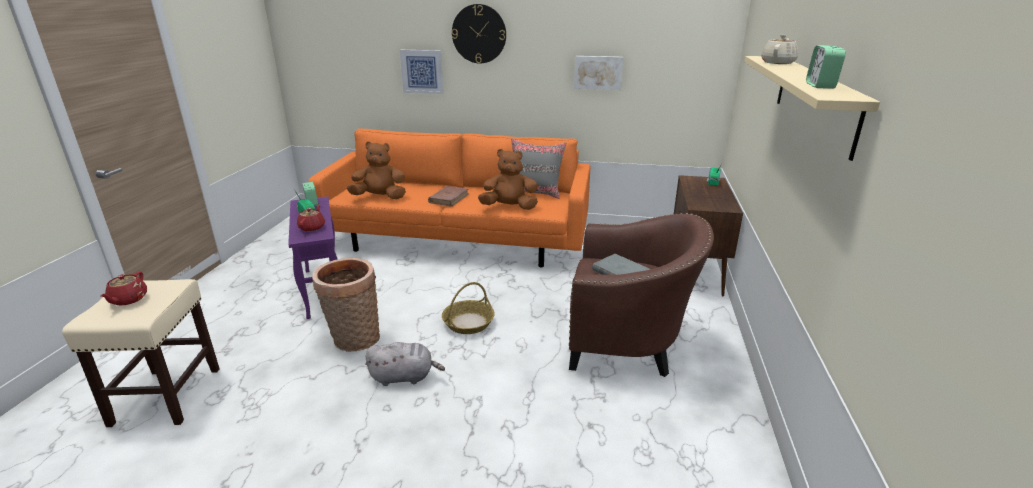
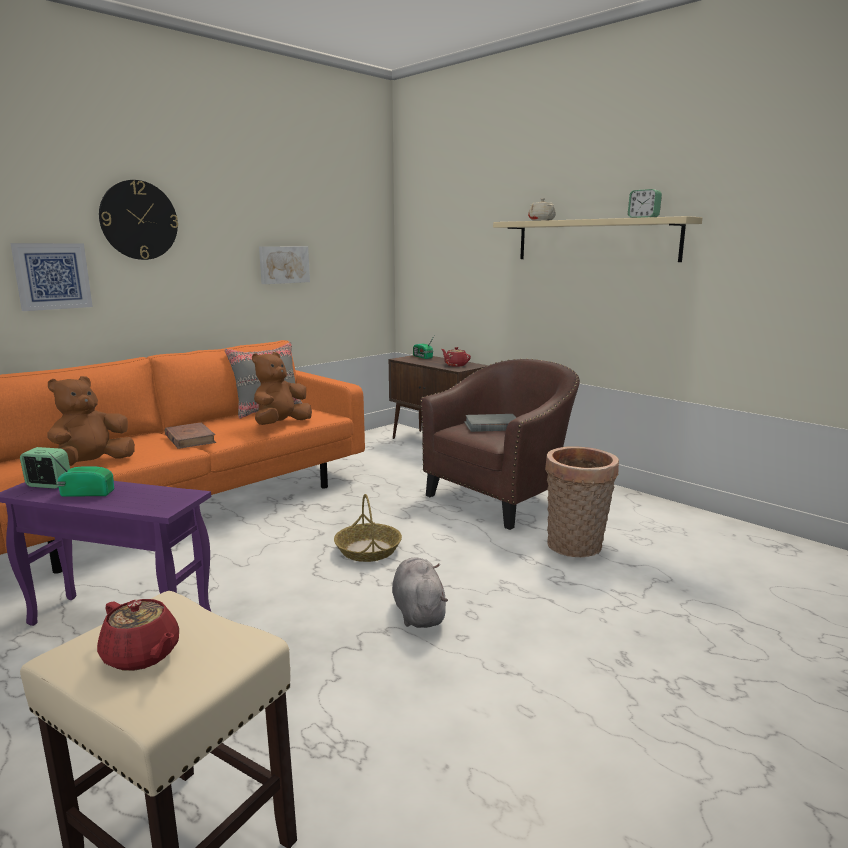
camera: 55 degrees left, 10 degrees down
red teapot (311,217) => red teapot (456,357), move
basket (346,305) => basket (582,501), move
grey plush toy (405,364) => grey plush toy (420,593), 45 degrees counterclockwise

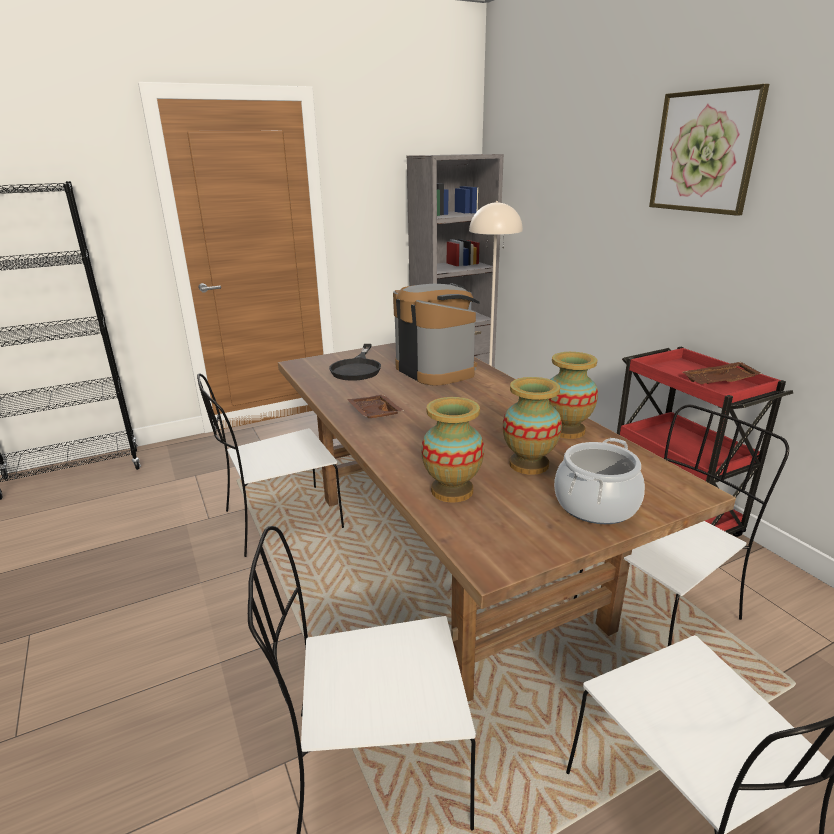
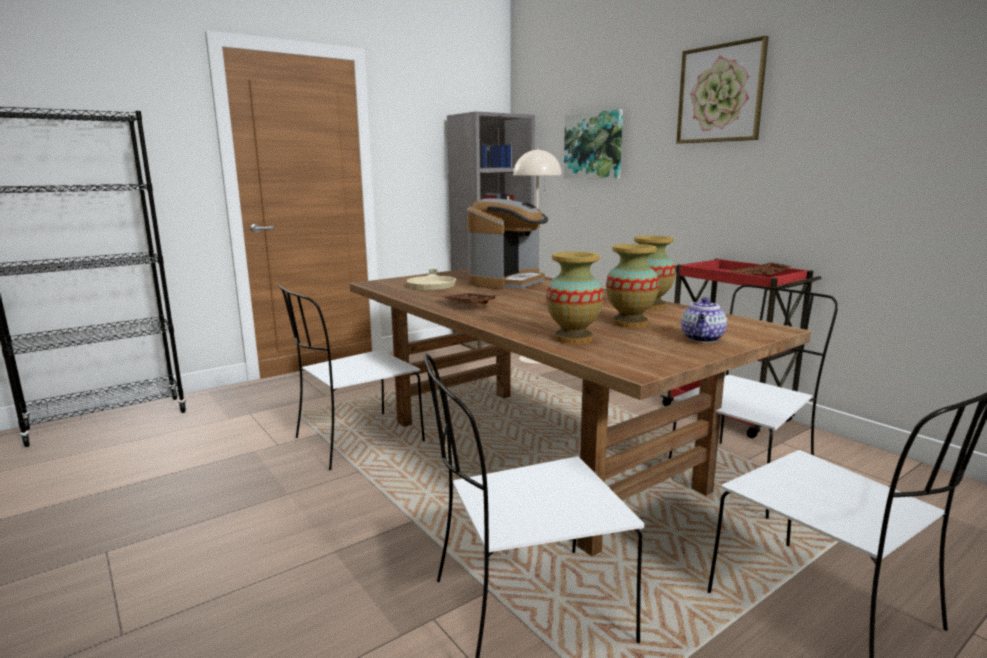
camera: 10 degrees left, 10 degrees down
coffee machine (436,334) => coffee machine (507,243), 75 degrees clockwise
black frying pan (355,362) => beige frying pan (431,279)
cooking pot (599,481) => teapot (704,319)
nothing => picture (593,144)

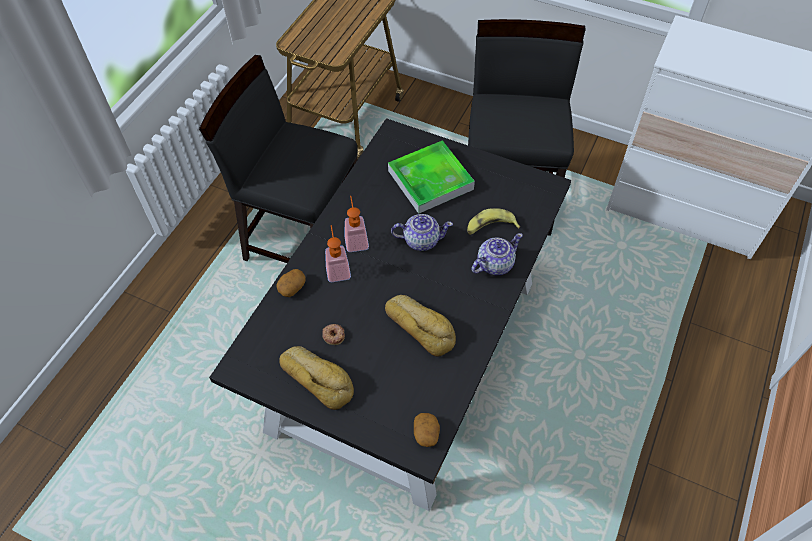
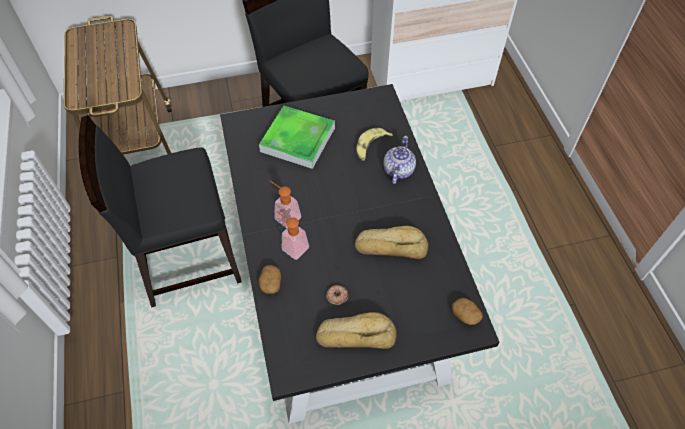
camera: 40 degrees left, 0 degrees up
teapot (422,232) => nothing

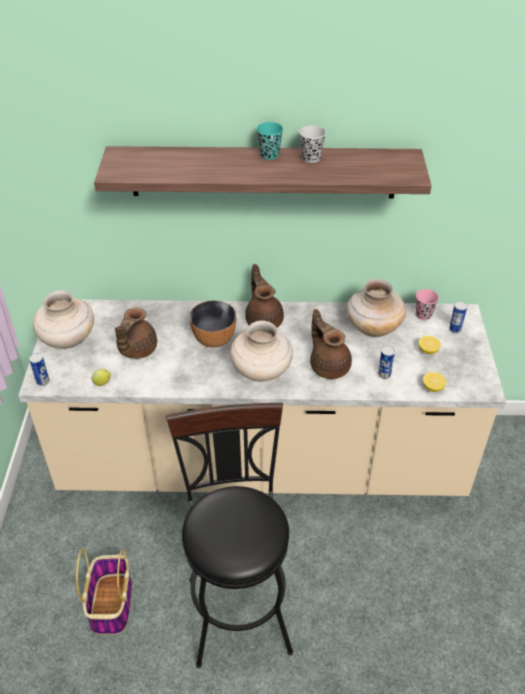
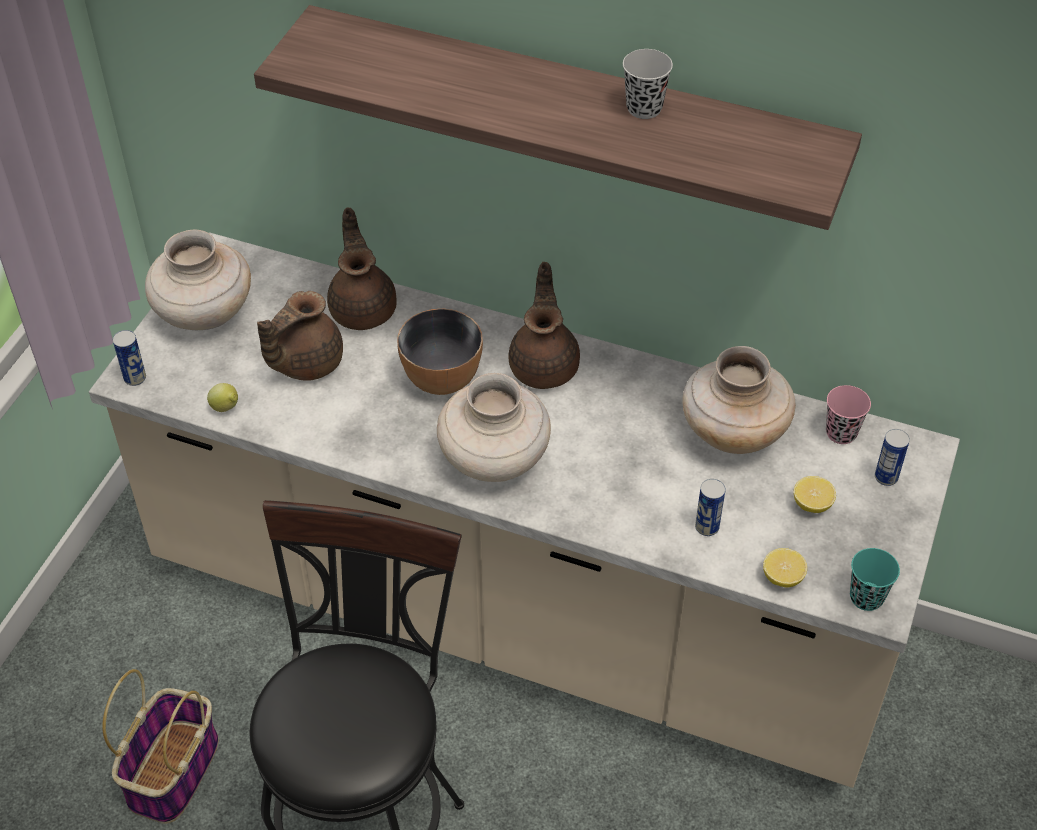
camera: 20 degrees right, 5 degrees up
turquoise cup (270,141) => turquoise cup (875,579), move
brown teapot (331,344) => brown teapot (362,269), move

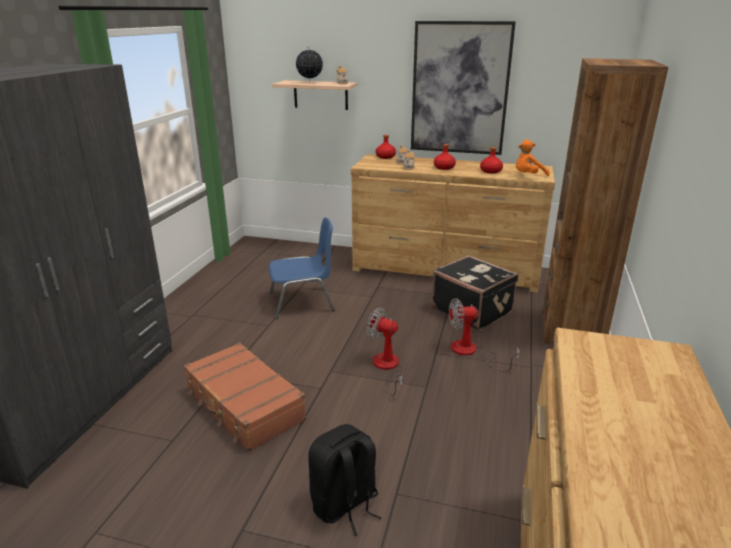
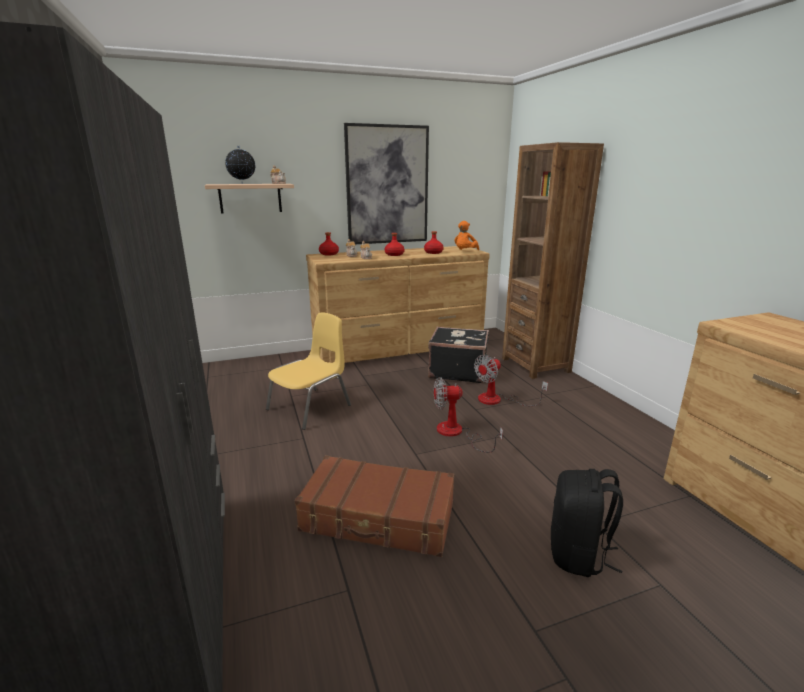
camera: 35 degrees left, 5 degrees down
blue chair (302,268) => yellow chair (308,371)

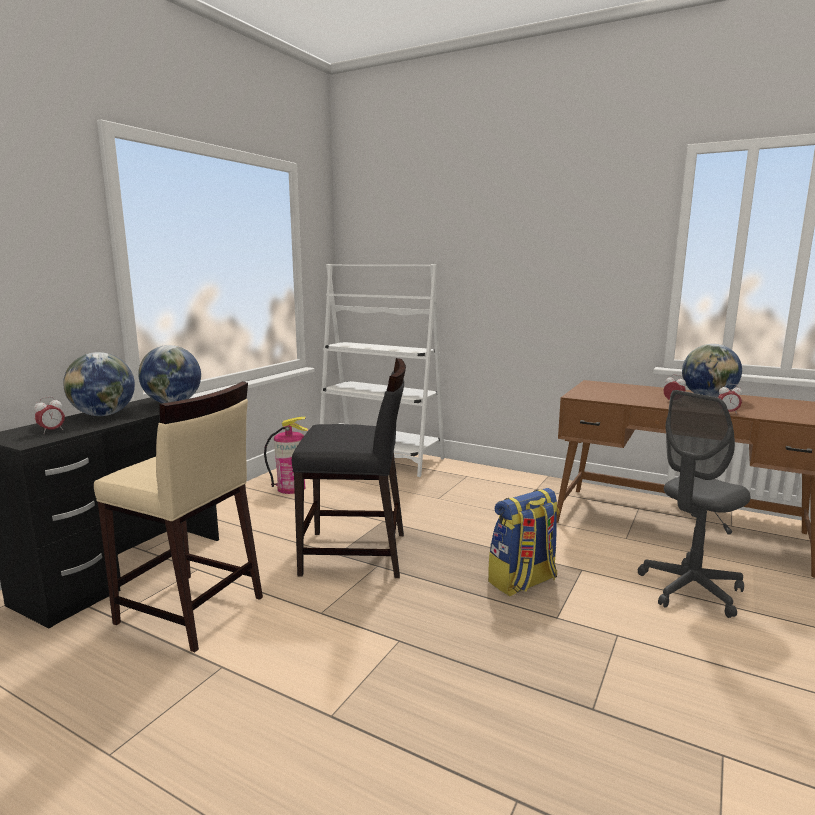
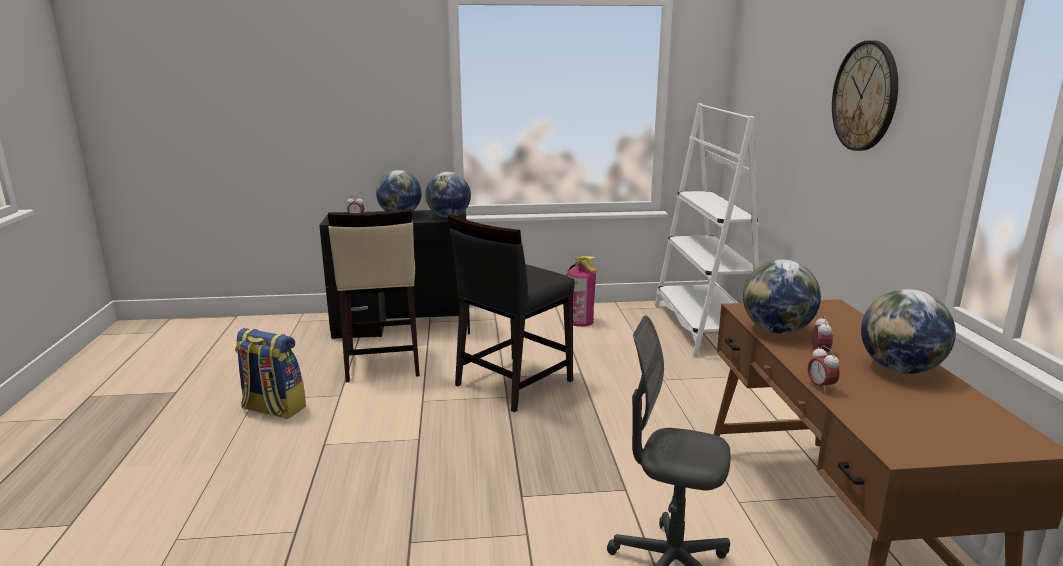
camera: 55 degrees right, 5 degrees up
black chair (349,468) => black chair (511,313), 75 degrees clockwise
backpack (523,542) => backpack (270,373), move
nothing => wall clock (865,95)
nothing => globe (782,296)

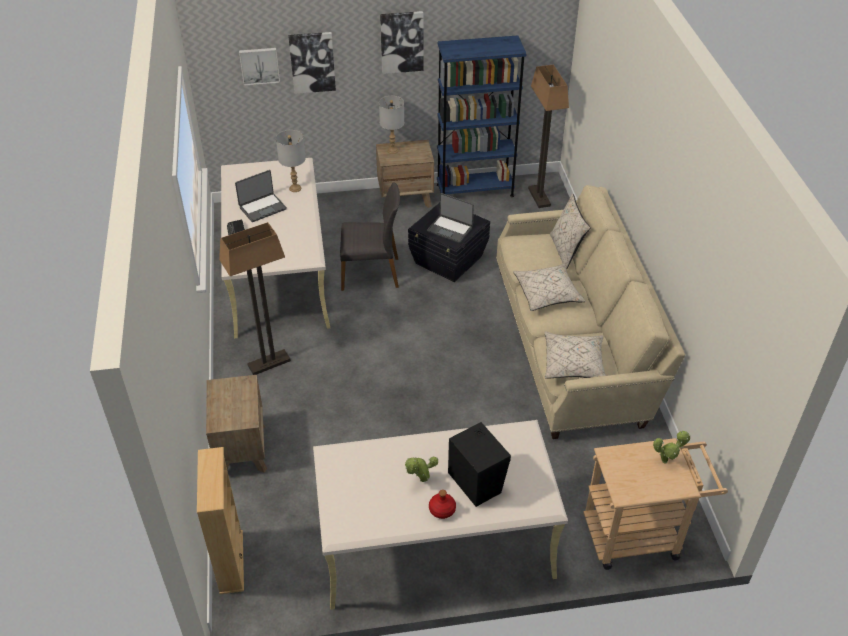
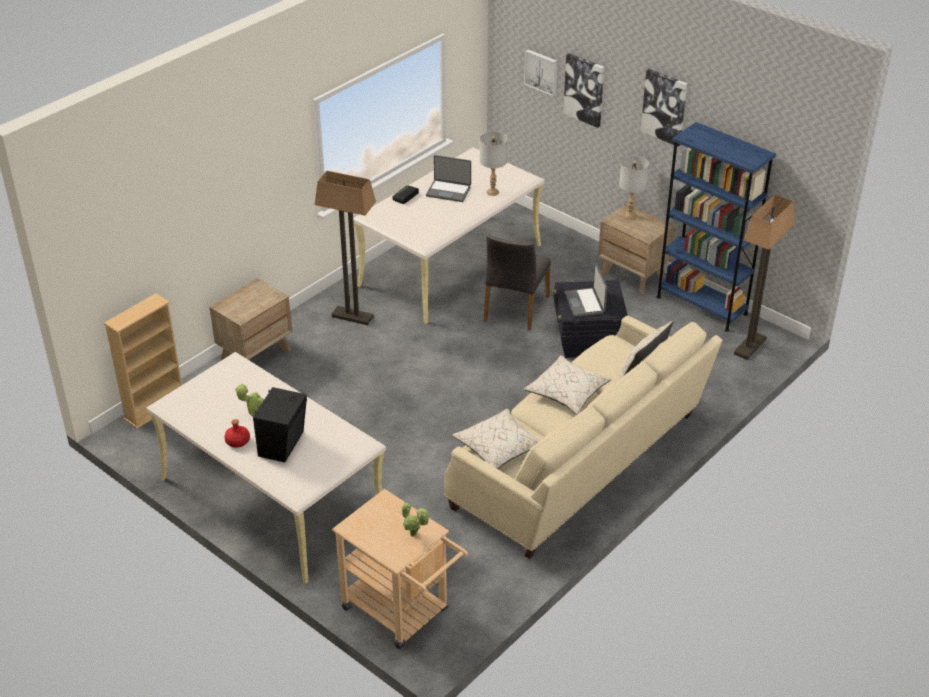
camera: 50 degrees right, 5 degrees down
grey chair (370,236) => grey chair (517,282), 60 degrees clockwise

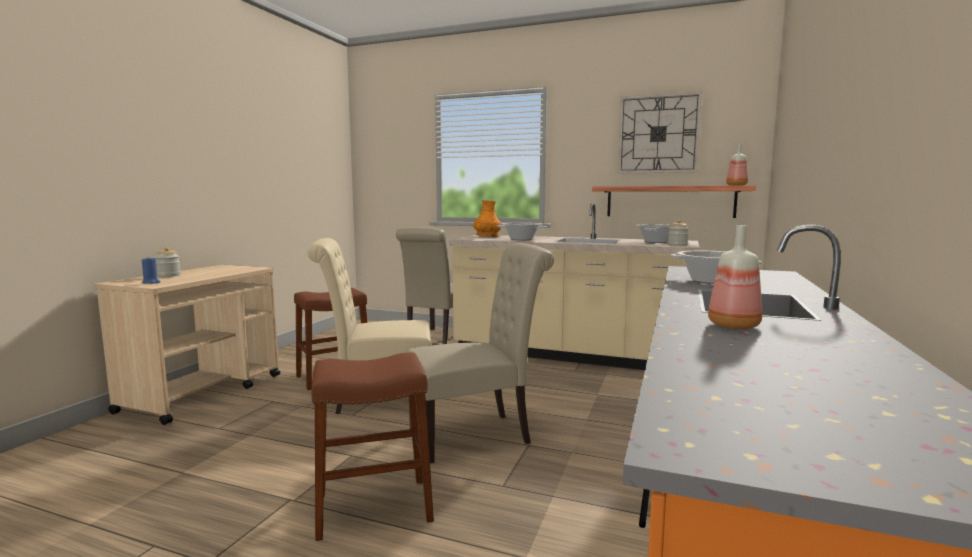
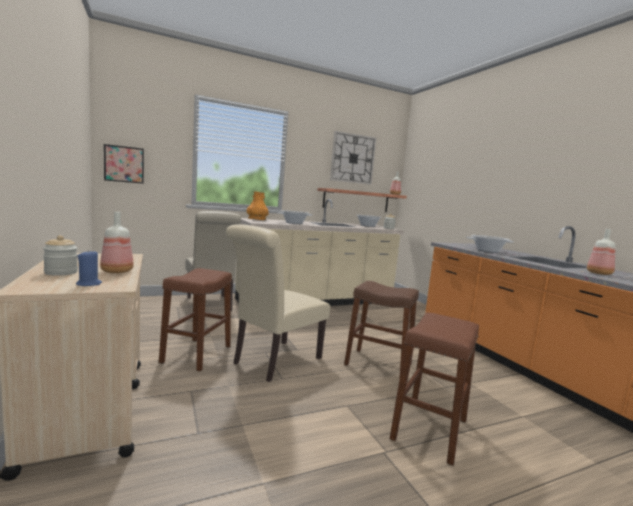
camera: 45 degrees left, 0 degrees up
beige chair (479,353) => brown stool (381,330)
nothing => picture (124,164)
nothing => bottle (117,242)

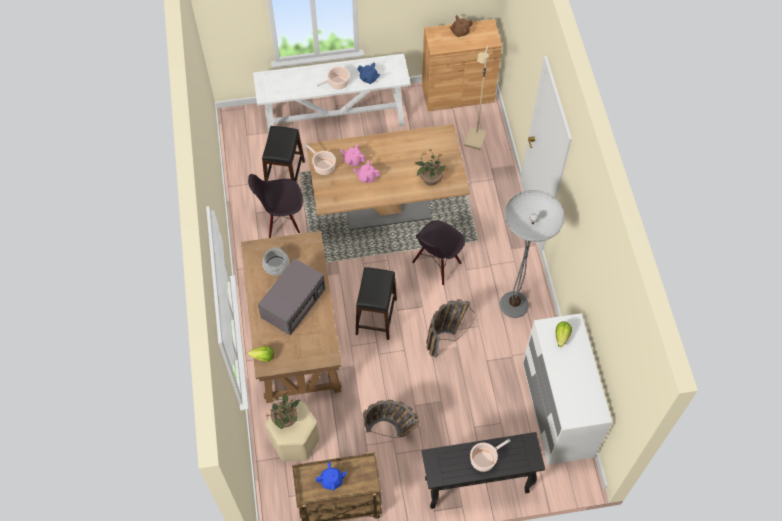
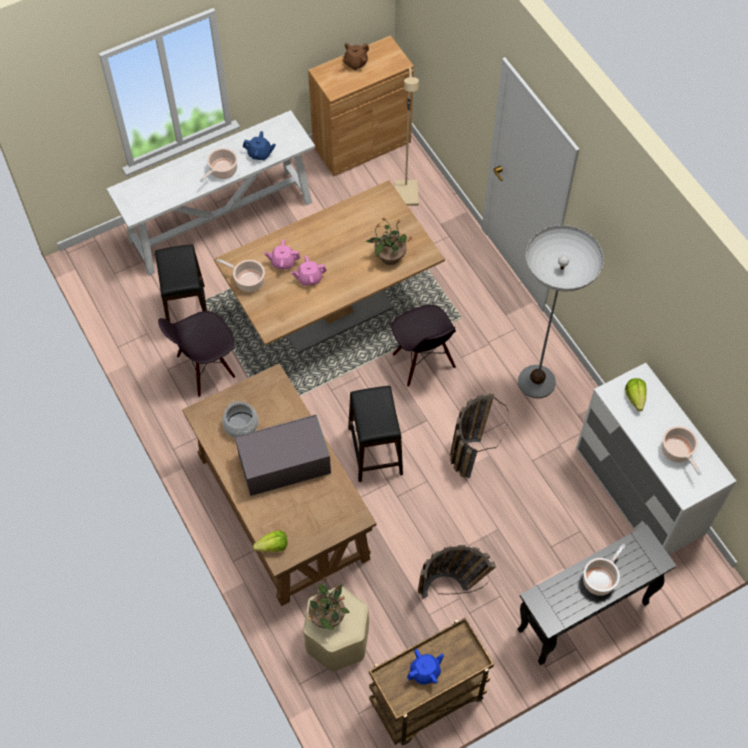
camera: 20 degrees left, 0 degrees up
black chair (438,253) => black chair (423,346), 45 degrees counterclockwise
grey microwave (291,296) => grey microwave (283,455), 120 degrees counterclockwise
nothing => cooking pot (682,450)

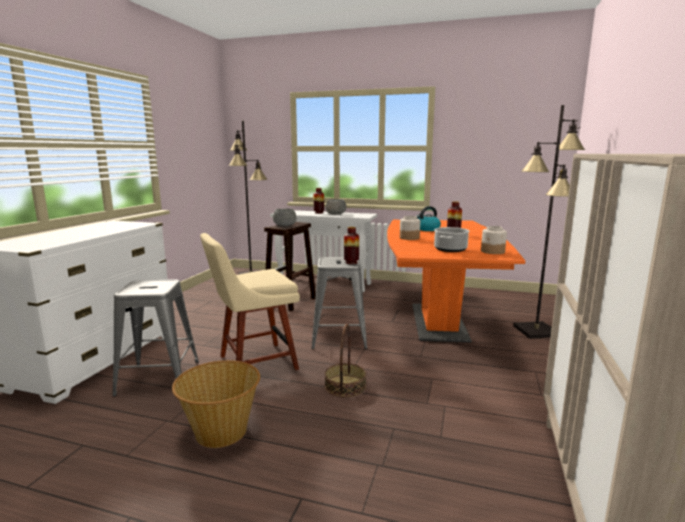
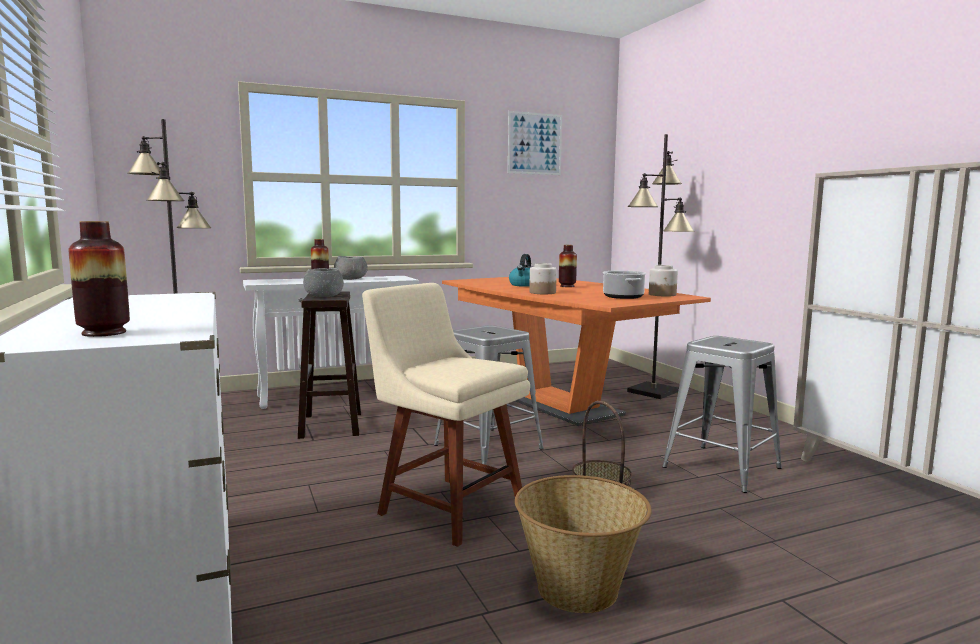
camera: 40 degrees left, 5 degrees down
vase (351,245) => vase (99,279), move
beige chair (250,301) => beige chair (446,415), 105 degrees clockwise
grey stool (155,338) => grey stool (722,414), move
nothing => picture (535,143)

